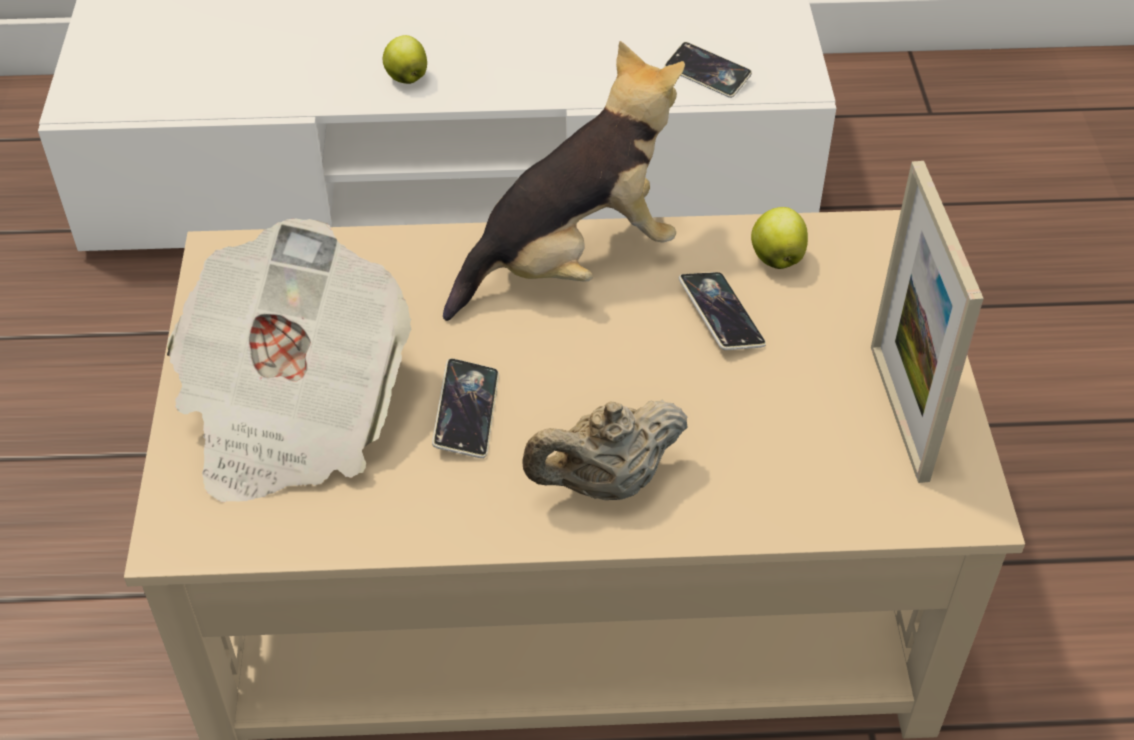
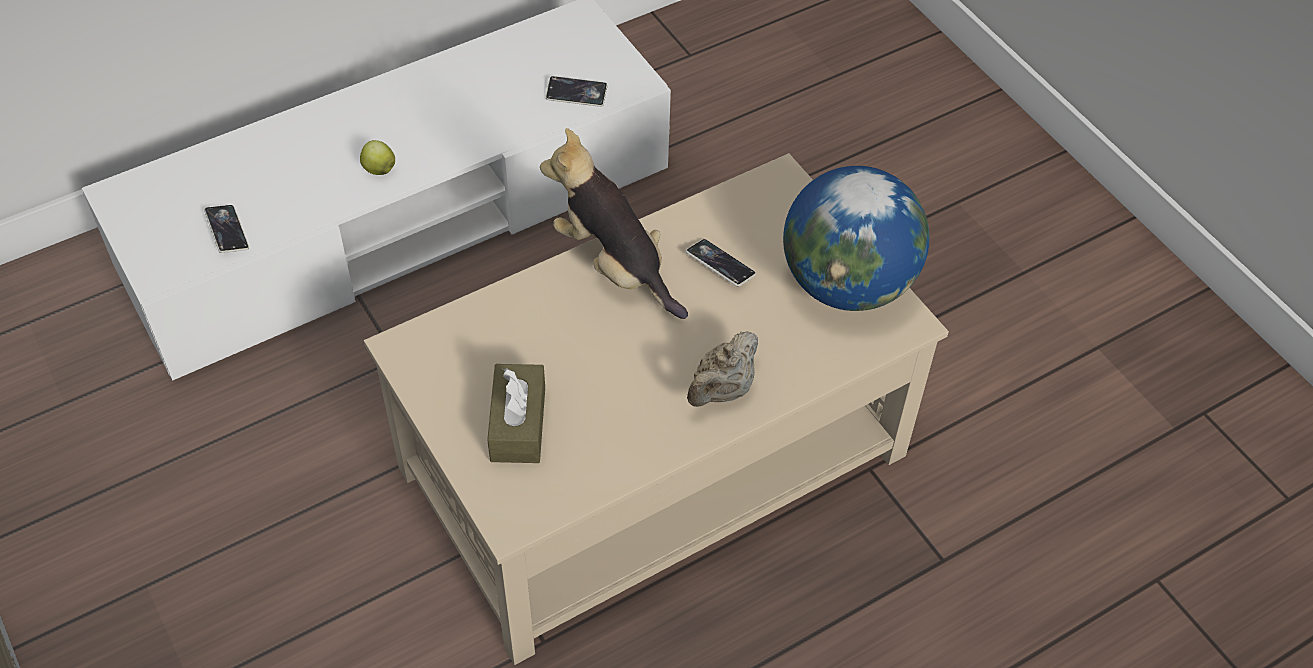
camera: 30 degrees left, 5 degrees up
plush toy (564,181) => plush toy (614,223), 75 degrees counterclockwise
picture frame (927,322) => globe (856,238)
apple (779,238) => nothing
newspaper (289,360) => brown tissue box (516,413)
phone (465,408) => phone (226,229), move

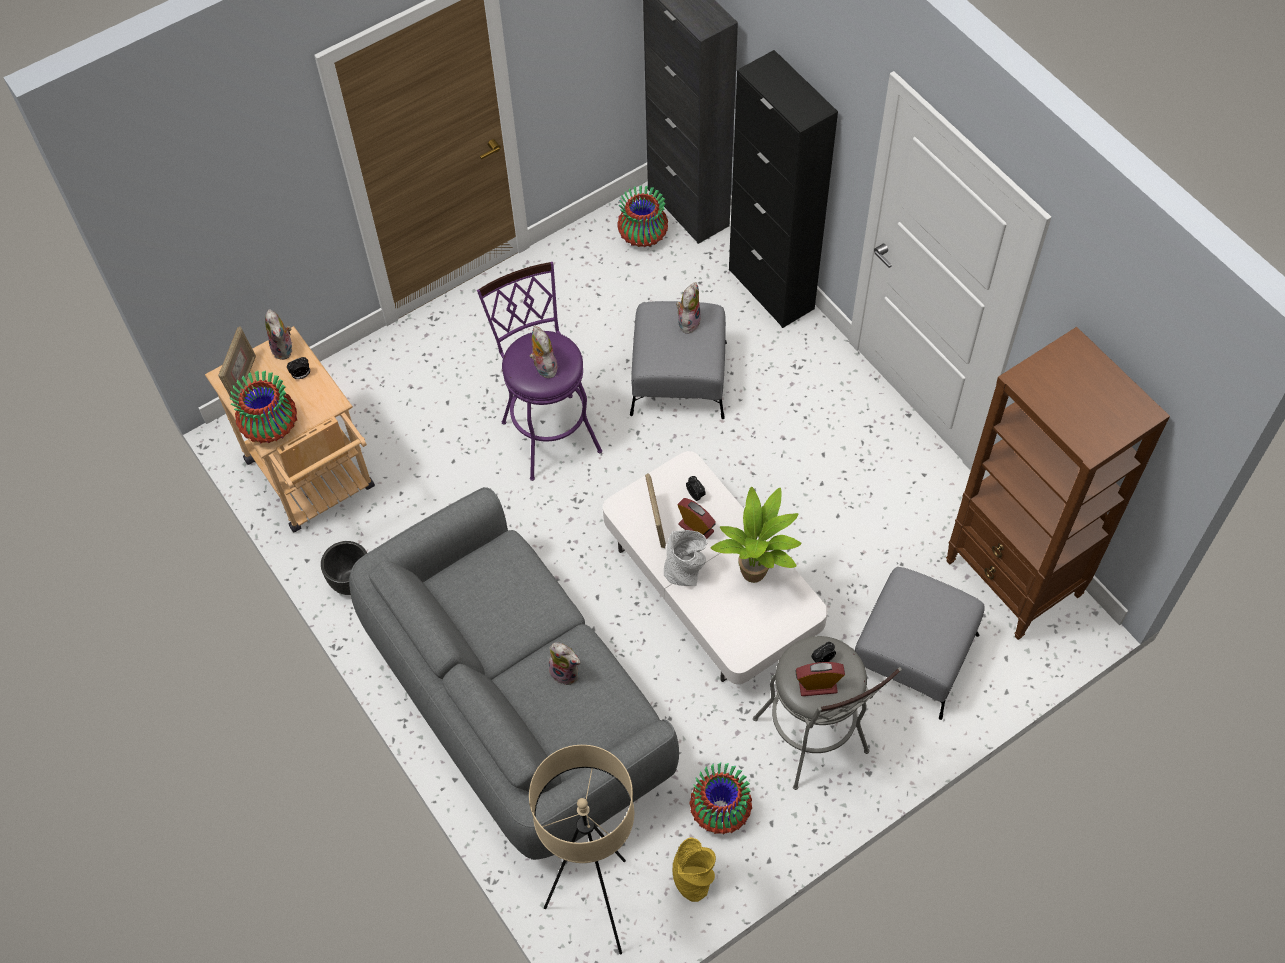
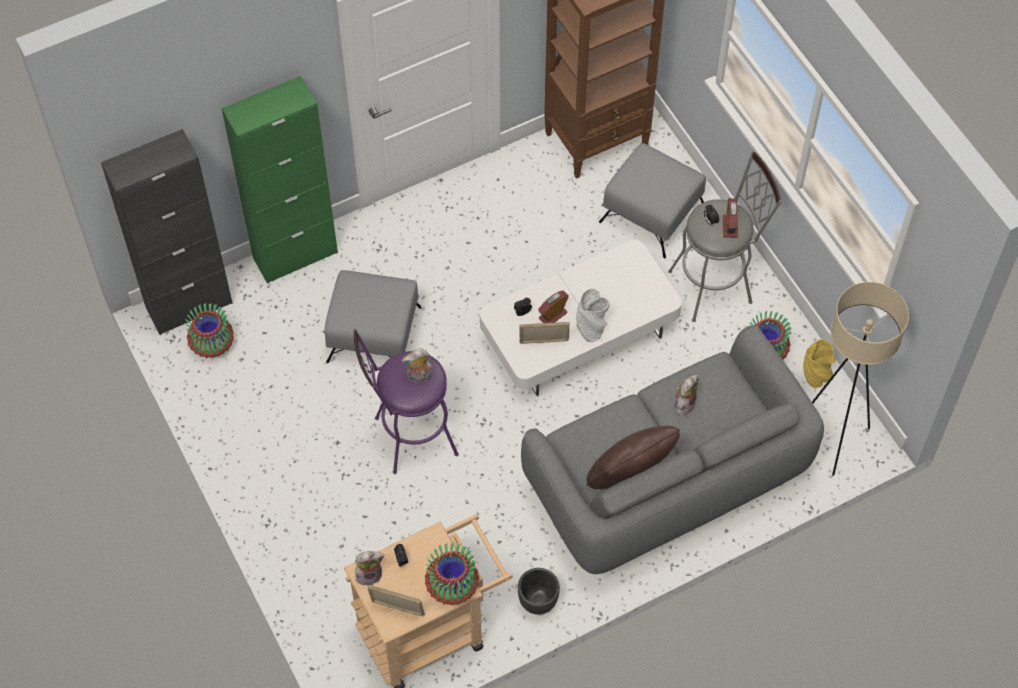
camera: 85 degrees left, 0 degrees up
black cabinet (783,189) => green cabinet (280,180)
plush toy (688,308) => nothing
potted plant (756,535) => nothing
nothing => brown pillow (633,457)

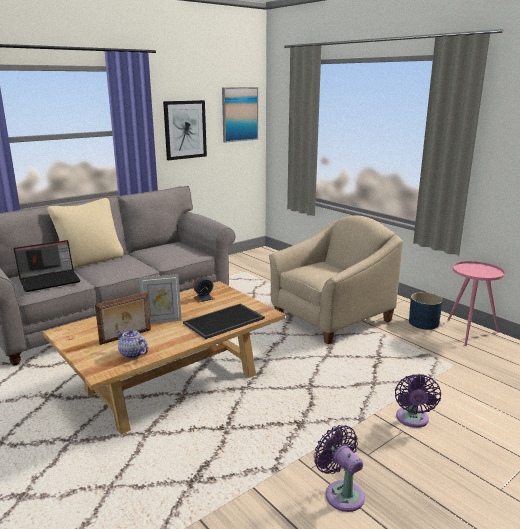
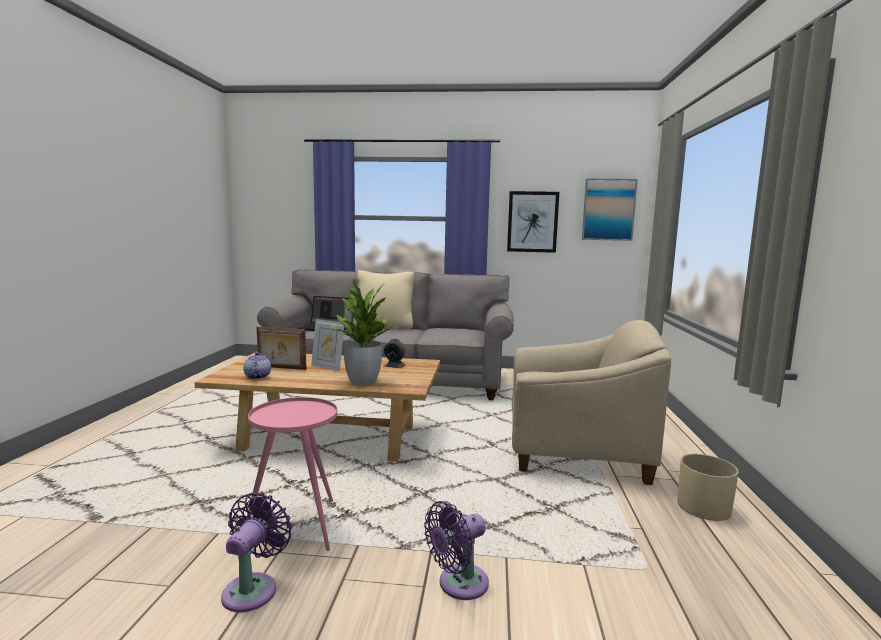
camera: 45 degrees right, 10 degrees down
pink side table (476,303) => pink side table (292,474), move
blue planter (426,311) => beige planter (708,487)
tray (224,321) => potted plant (361,332)

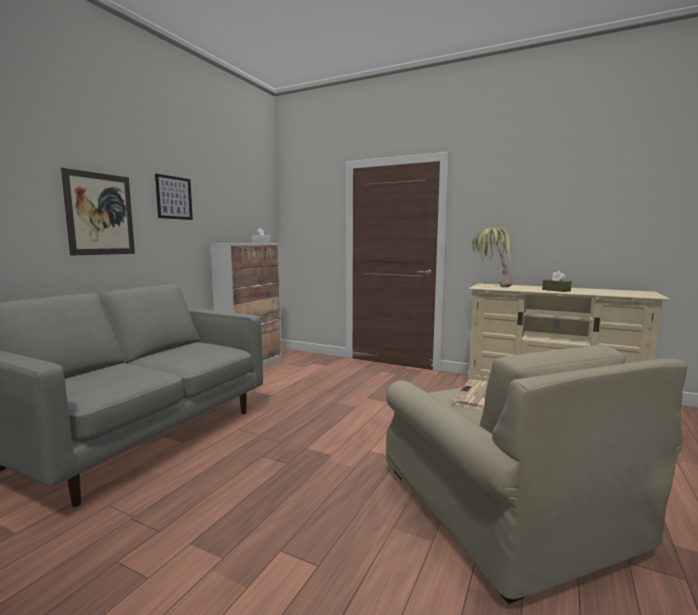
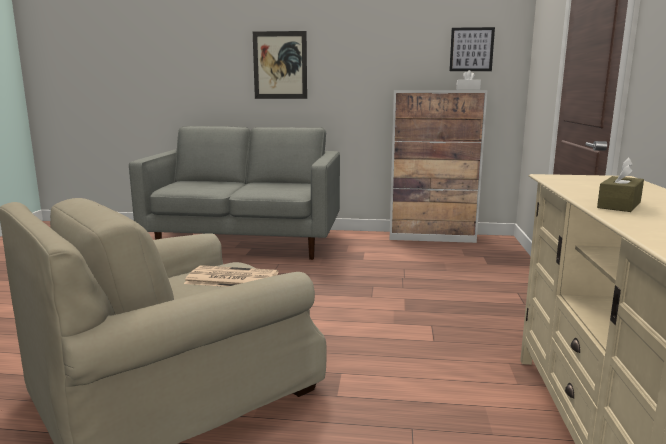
camera: 70 degrees right, 5 degrees up
picture (174,197) => picture (472,49), move
potted plant (492,257) => nothing

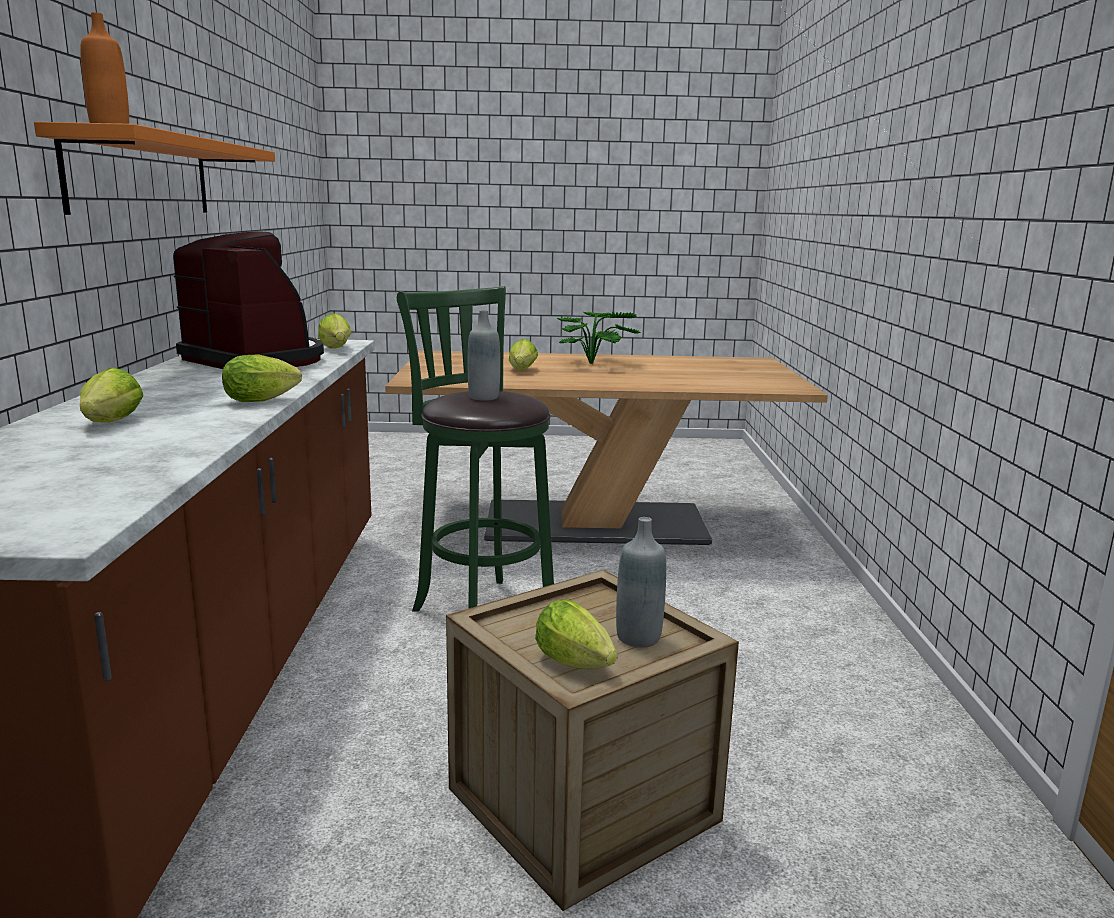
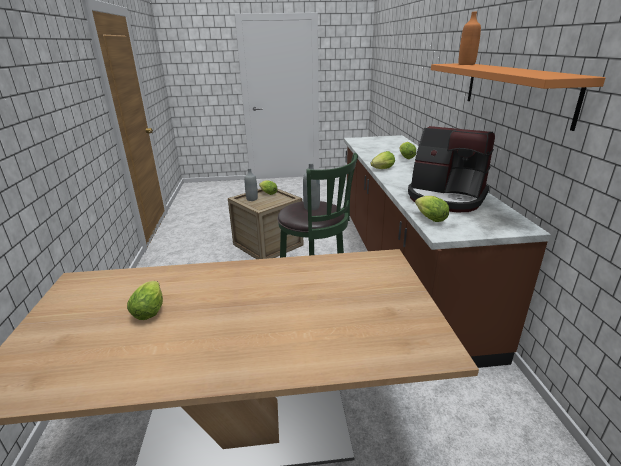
camera: 175 degrees right, 10 degrees up
potted plant (599,337) => nothing
lettuce (523,354) => lettuce (145,300), move

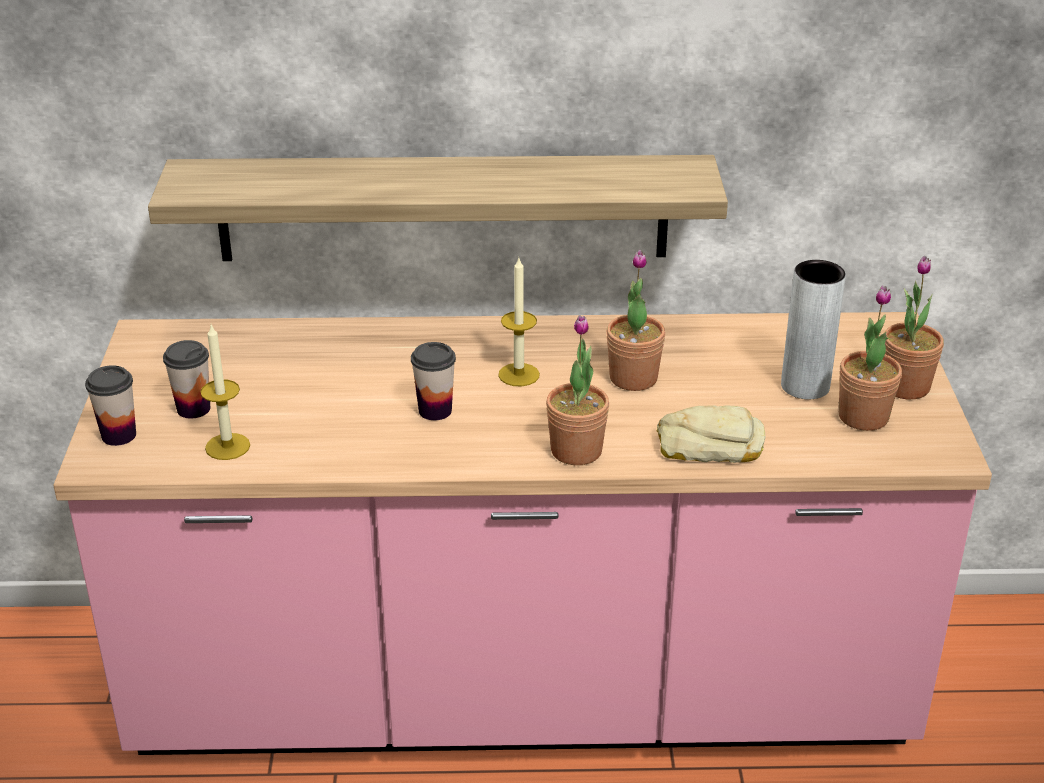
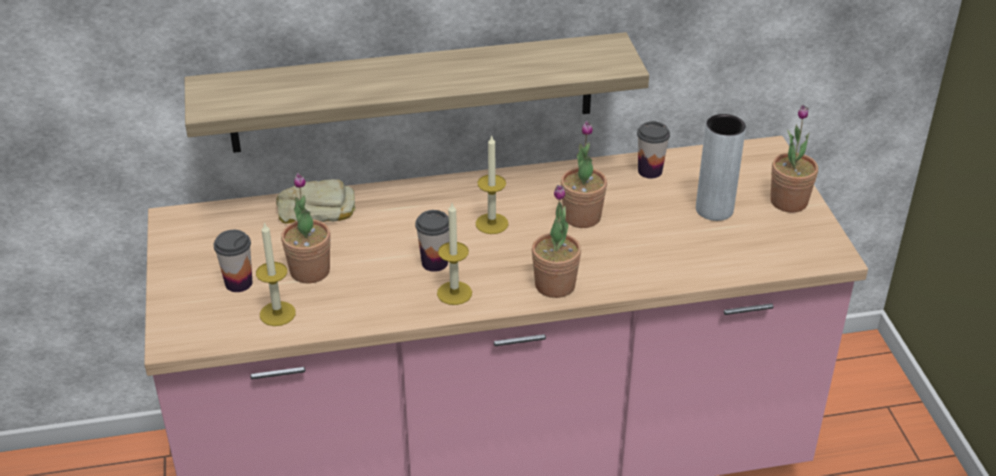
camera: 10 degrees left, 5 degrees up
potted plant (870,358) => potted plant (306,228), move
cup (110,405) => cup (653,150), move
bread (710,434) => bread (315,201), move
nothing => candle (454,254)

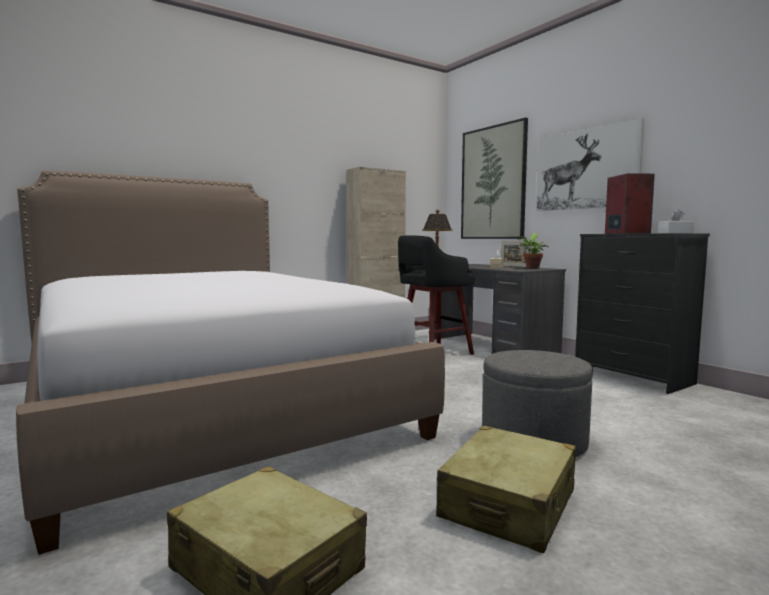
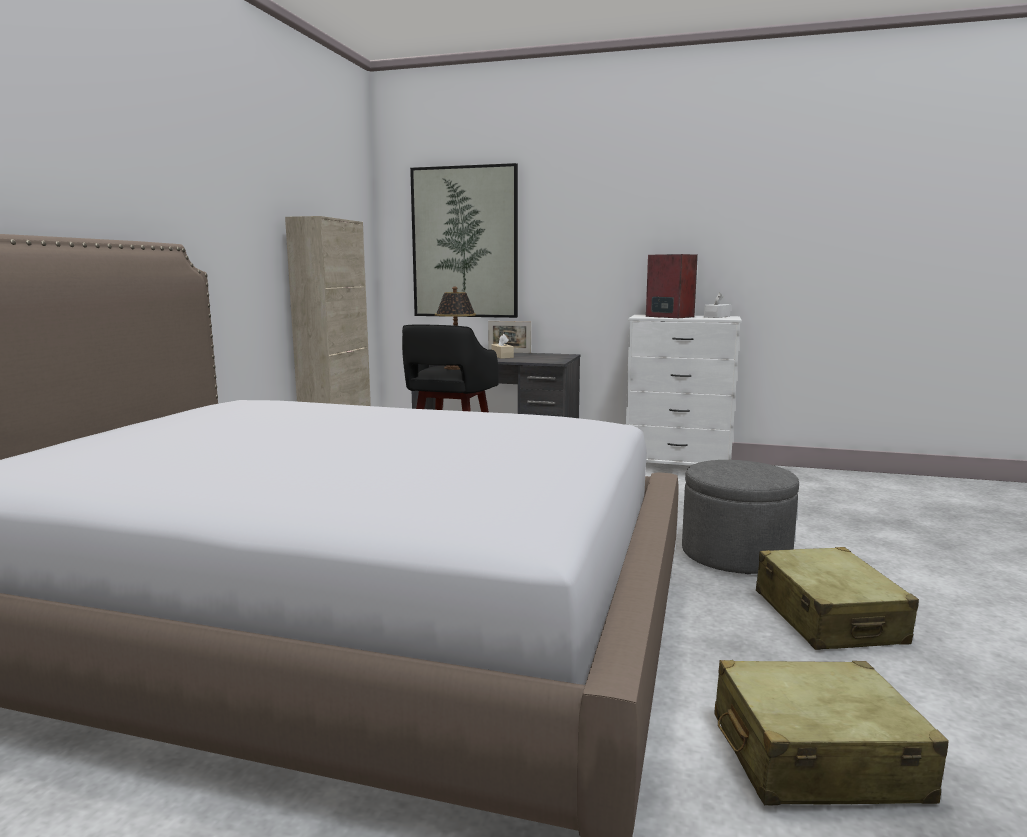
camera: 40 degrees left, 5 degrees up
picture (590,164) => nothing
potted plant (533,251) => nothing
black dresser (642,313) => white dresser (684,390)

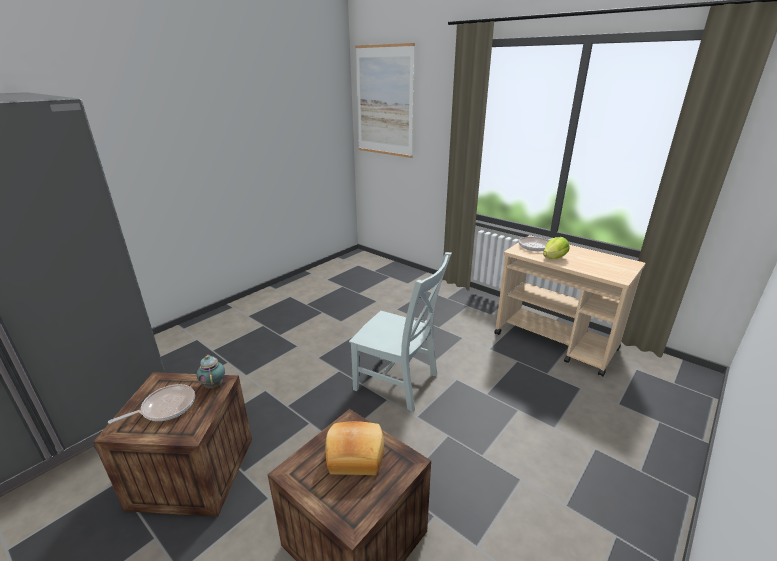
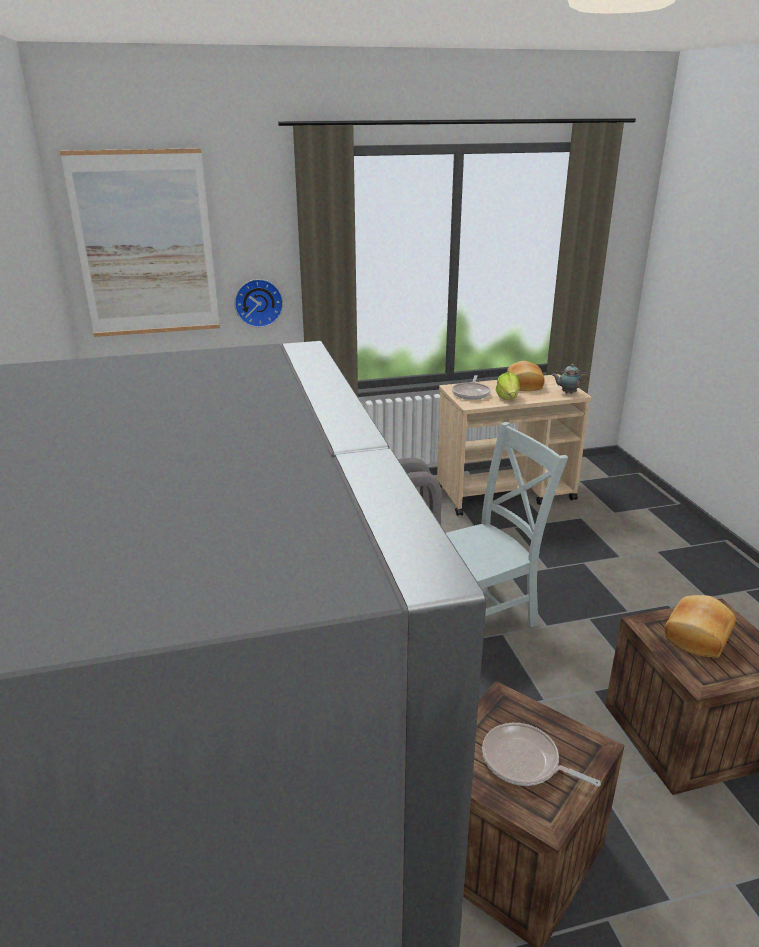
camera: 55 degrees left, 0 degrees up
teapot (211,371) => teapot (570,379), move
frying pan (151,404) => frying pan (541,755), 60 degrees counterclockwise
nothing => wall clock (258,303)
nothing => bread (526,376)

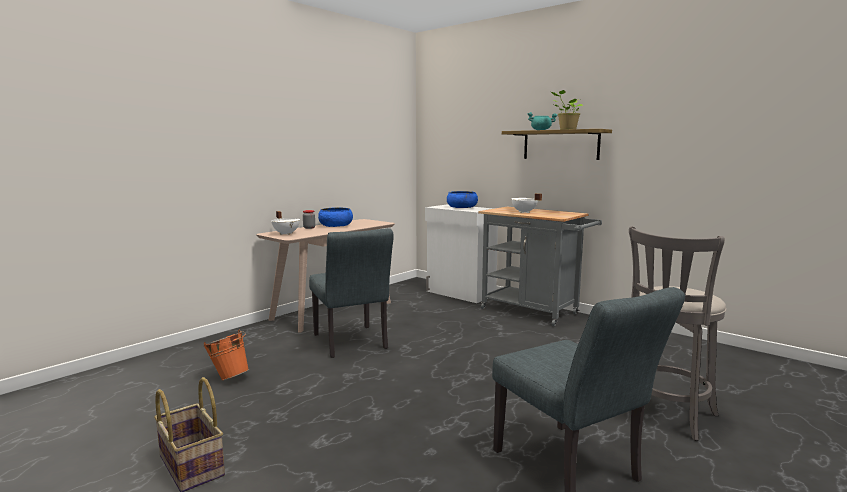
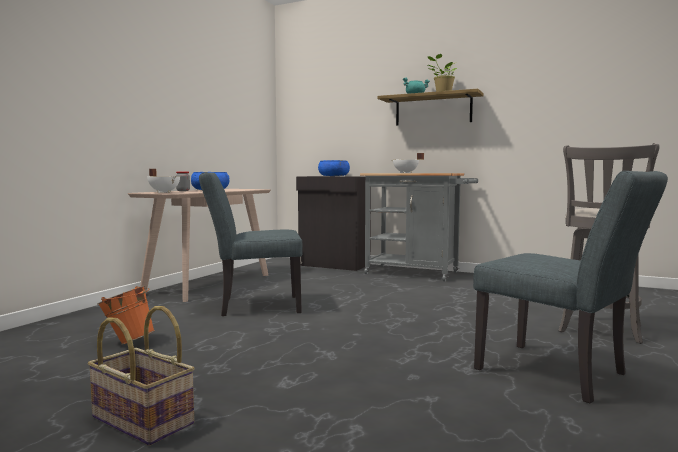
camera: 15 degrees left, 5 degrees down
white cabinet (461,253) => black cabinet (333,223)
grey chair (351,293) => grey chair (251,244), 120 degrees clockwise

